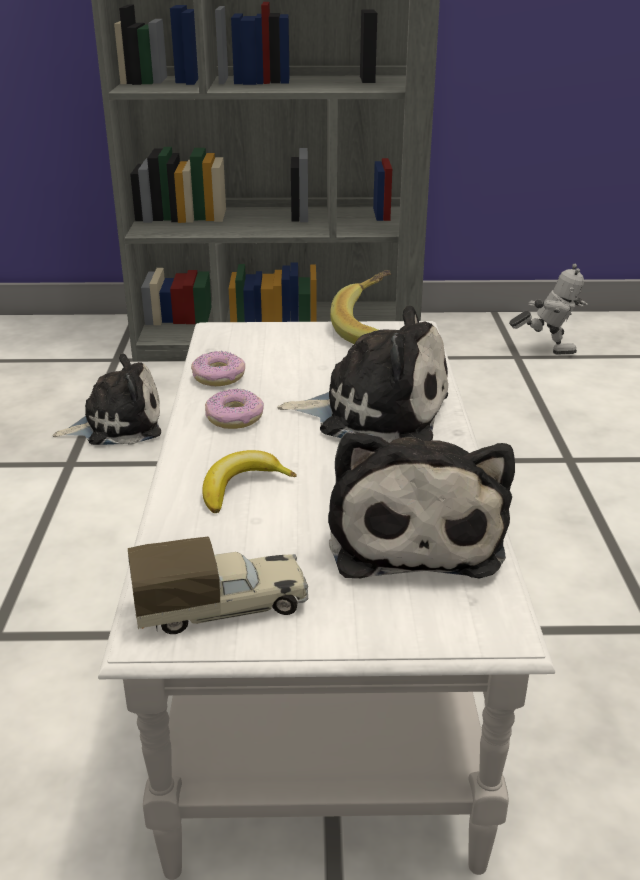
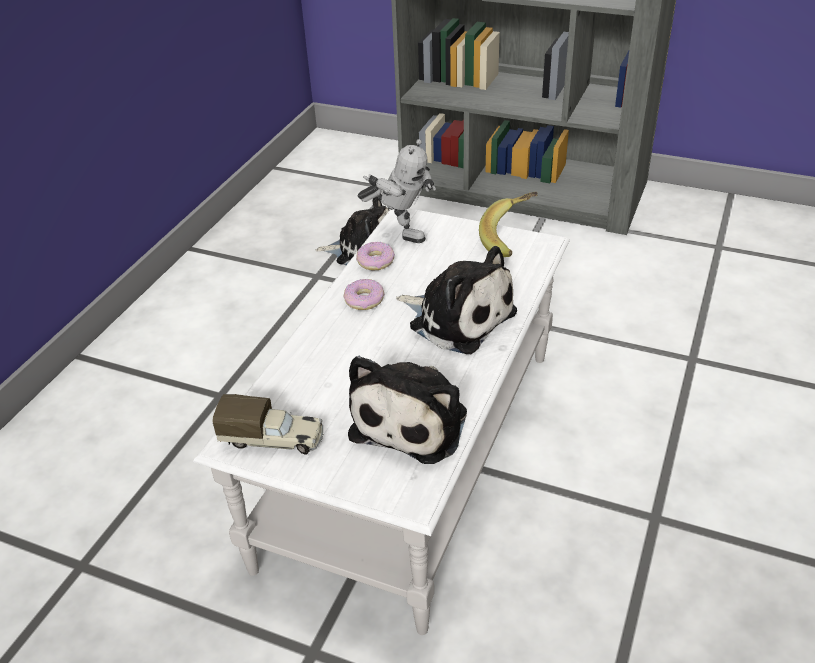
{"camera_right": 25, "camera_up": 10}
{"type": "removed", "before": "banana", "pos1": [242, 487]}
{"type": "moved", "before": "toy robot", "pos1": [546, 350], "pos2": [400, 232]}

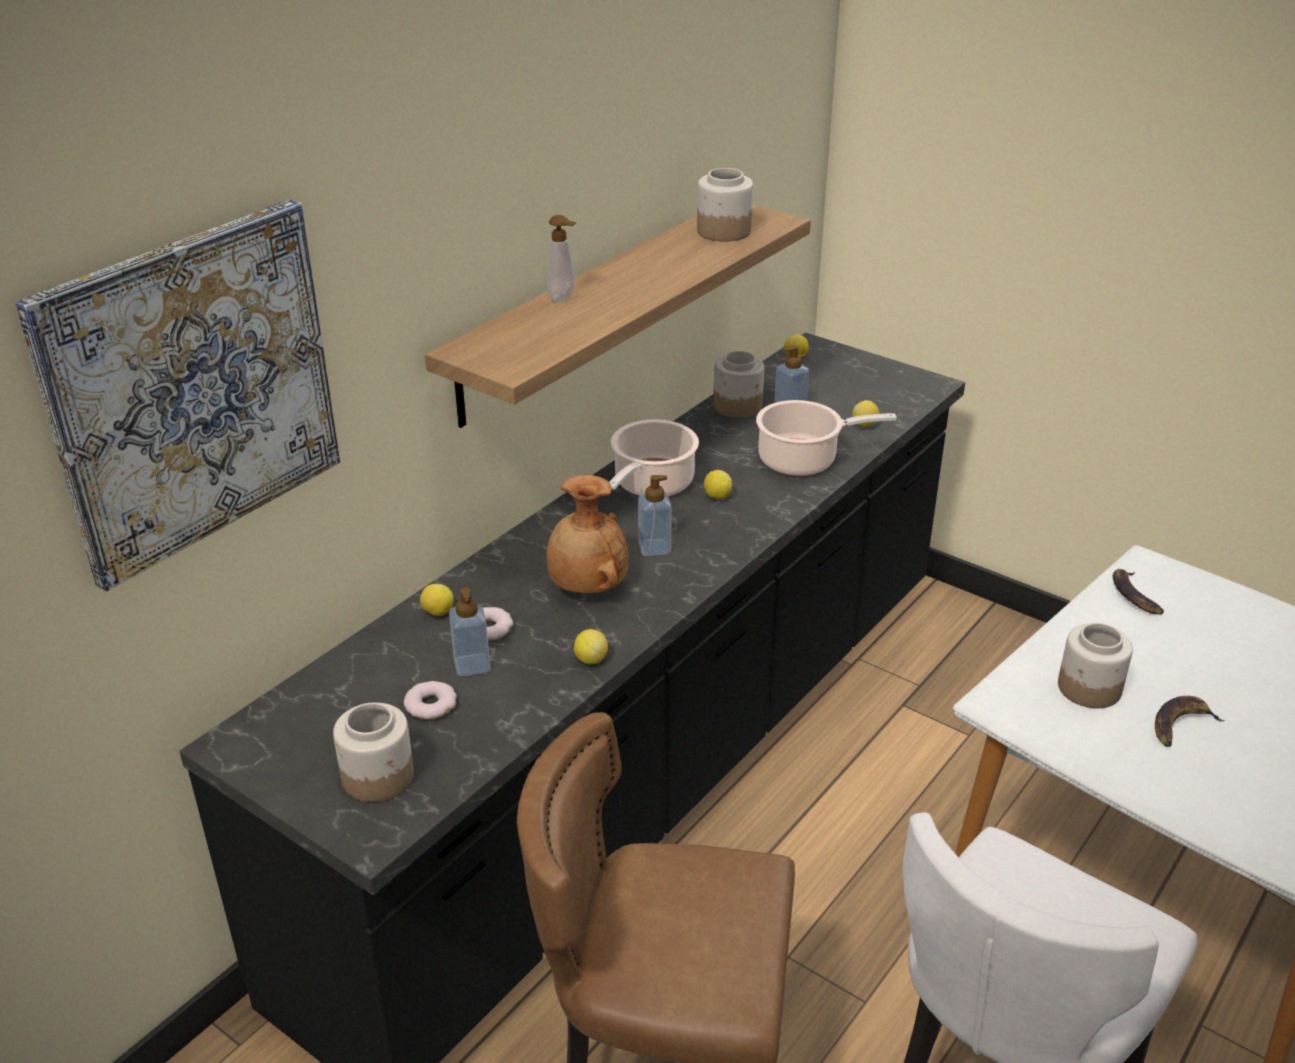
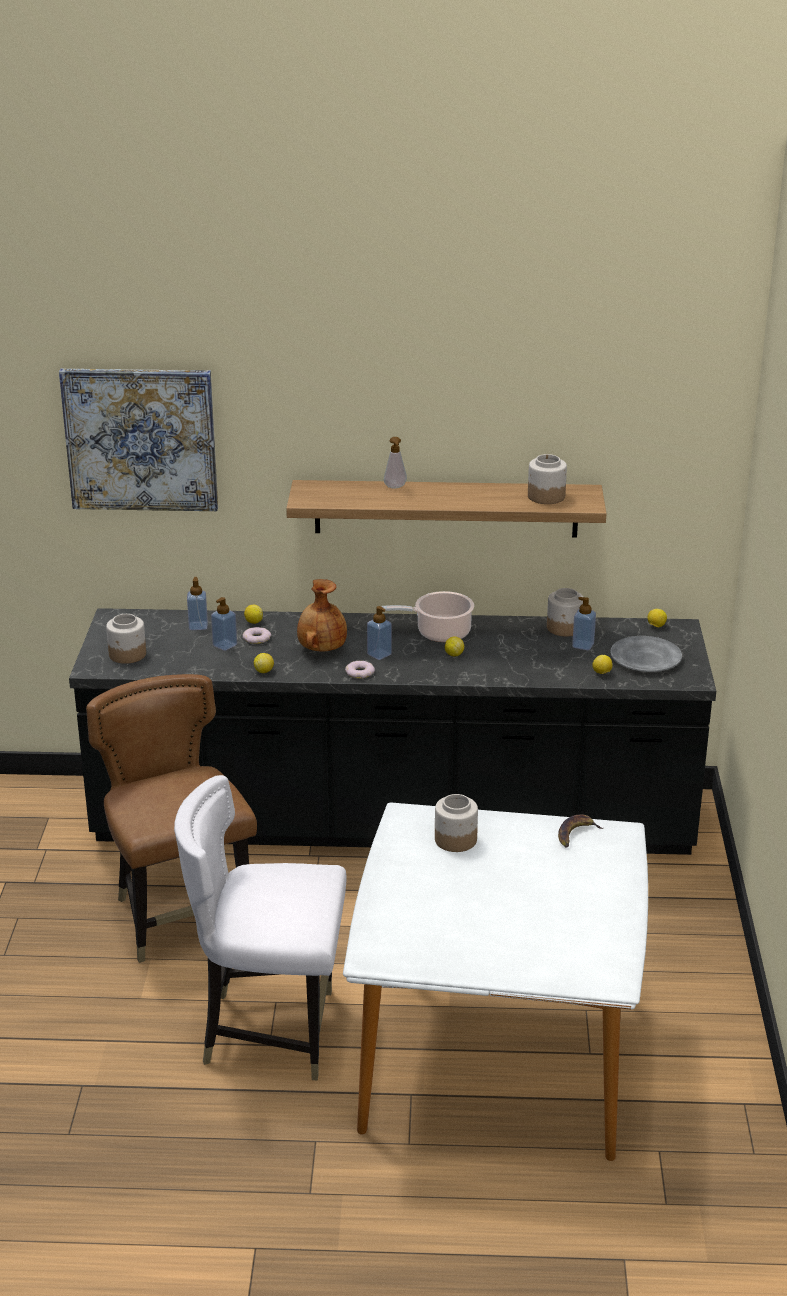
{"camera_right": 55, "camera_up": -5}
{"type": "moved", "before": "donut", "pos1": [431, 705], "pos2": [360, 672]}
{"type": "removed", "before": "cooking pot", "pos1": [803, 460]}
{"type": "removed", "before": "banana", "pos1": [1180, 725]}
{"type": "added", "after": "soap dispenser", "pos2": [198, 626]}
{"type": "added", "after": "grey plate", "pos2": [645, 658]}

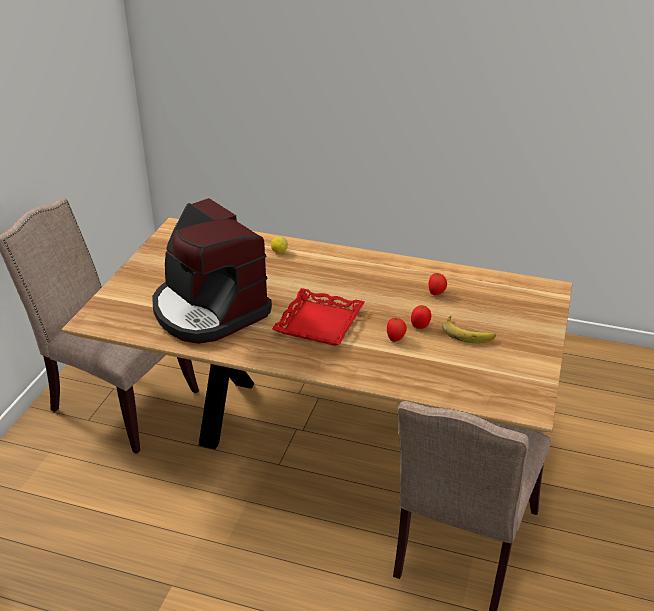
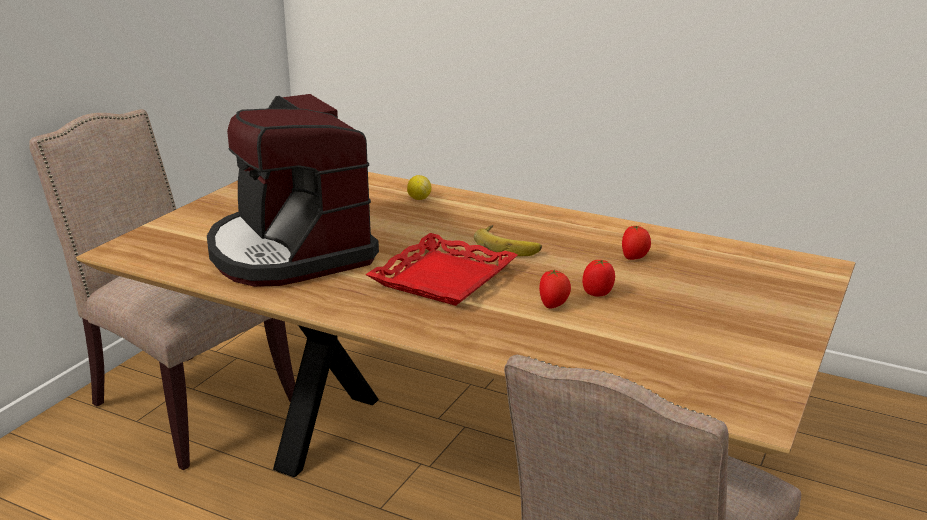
{"camera_right": 10, "camera_up": -10}
{"type": "moved", "before": "banana", "pos1": [468, 332], "pos2": [508, 245]}

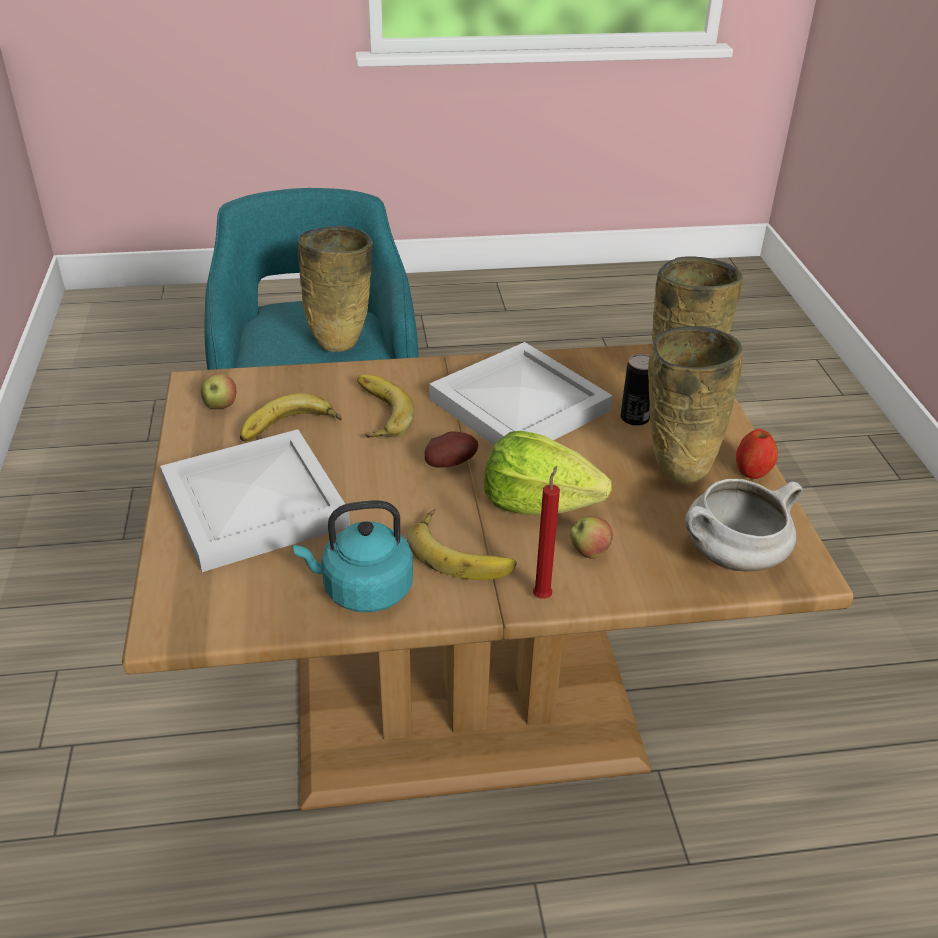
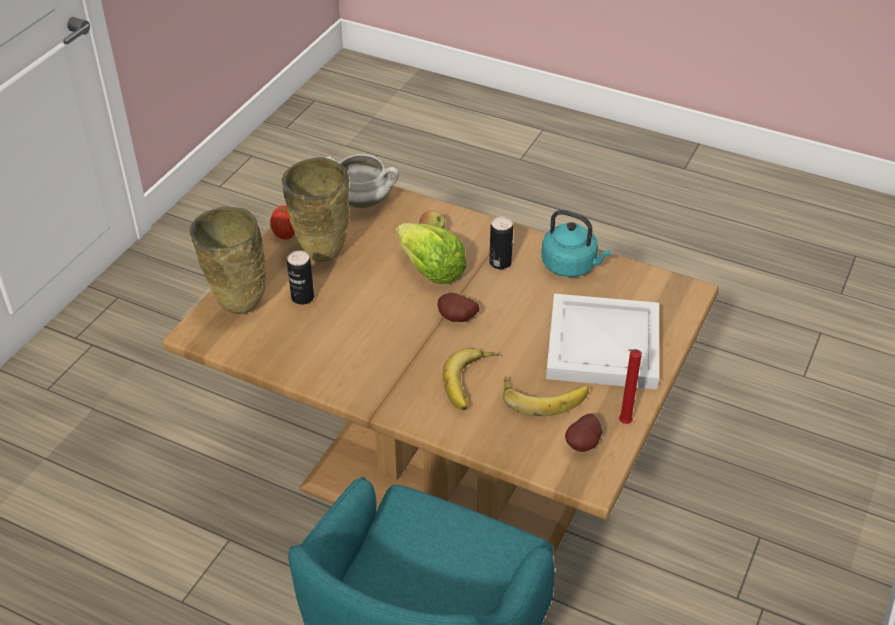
{"camera_right": -145, "camera_up": 5}
{"type": "replaced", "before": "apple", "after": "potato", "pos1": [220, 406], "pos2": [584, 444]}
{"type": "removed", "before": "beige vase", "pos1": [342, 342]}
{"type": "replaced", "before": "banana", "after": "can", "pos1": [462, 551], "pos2": [500, 263]}
{"type": "removed", "before": "white tray", "pos1": [522, 405]}
{"type": "moved", "before": "red candle", "pos1": [543, 595], "pos2": [623, 423]}

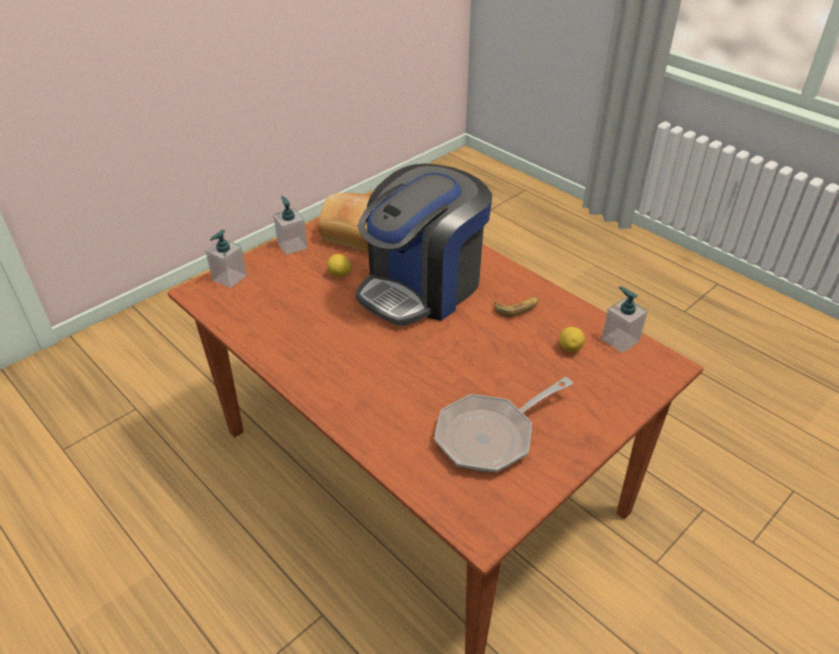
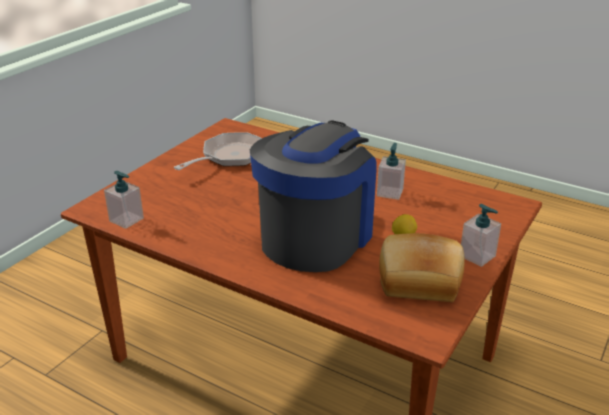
{"camera_right": 165, "camera_up": -10}
{"type": "moved", "before": "soap dispenser", "pos1": [229, 278], "pos2": [390, 192]}
{"type": "removed", "before": "banana", "pos1": [517, 308]}
{"type": "removed", "before": "lemon", "pos1": [570, 348]}

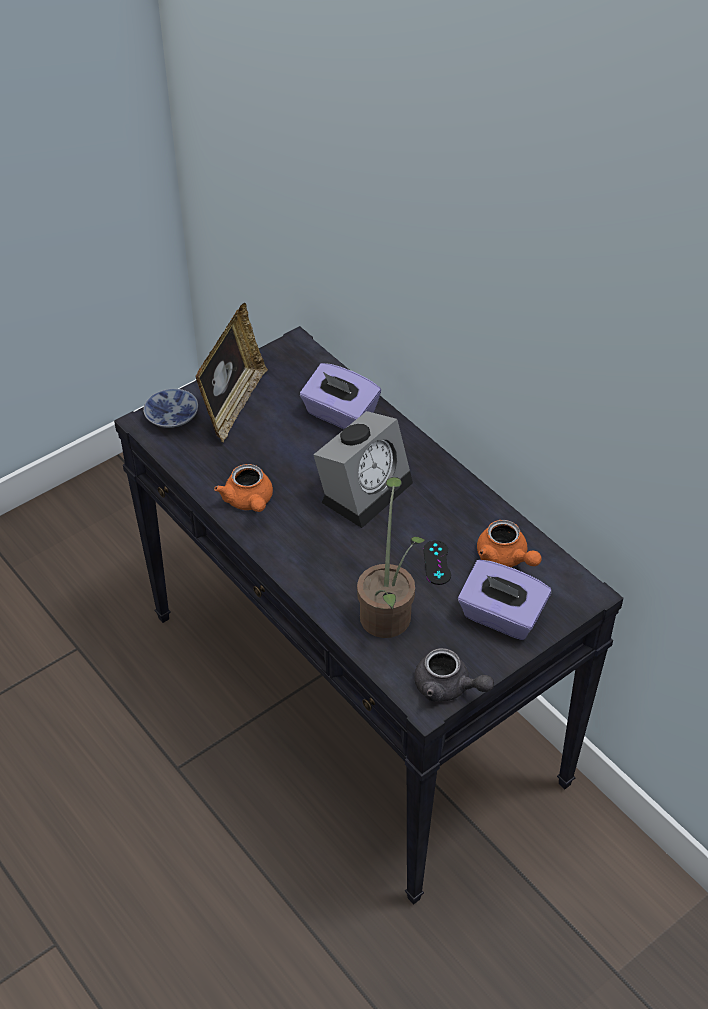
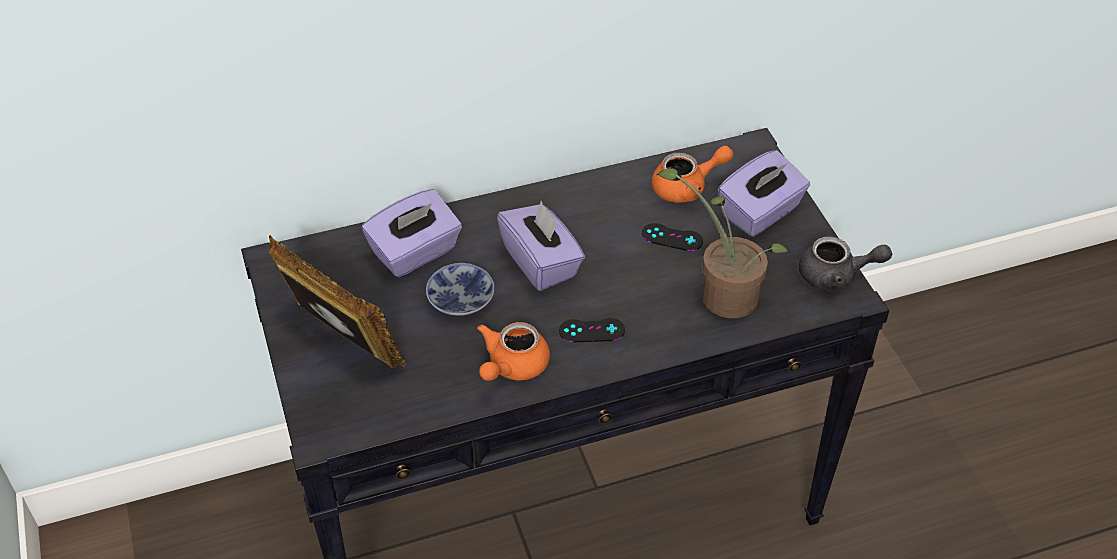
{"camera_right": -70, "camera_up": 0}
{"type": "moved", "before": "bowl", "pos1": [173, 415], "pos2": [459, 298]}
{"type": "turned", "before": "orange teapot", "pos1": [249, 502], "pos2": [512, 366], "turn": 120}
{"type": "replaced", "before": "alarm clock", "after": "purple tissue box", "pos1": [365, 488], "pos2": [541, 263]}
{"type": "turned", "before": "grey teapot", "pos1": [448, 688], "pos2": [836, 276], "turn": 45}
{"type": "added", "after": "black game controller", "pos2": [591, 330]}

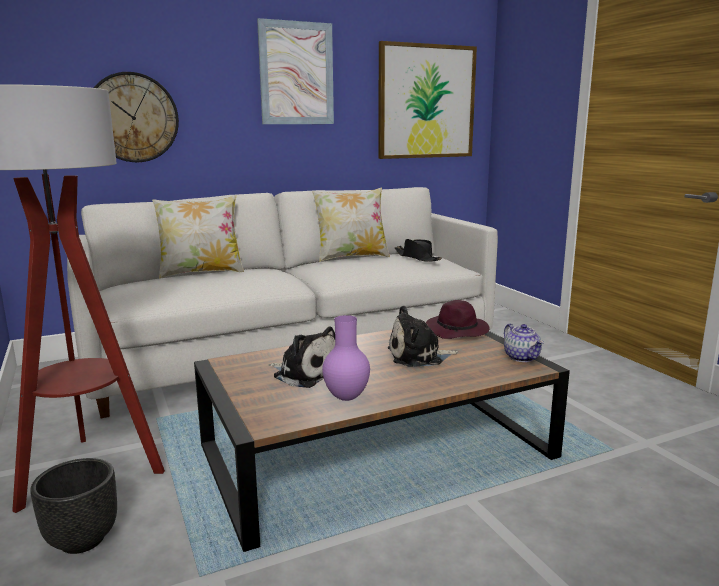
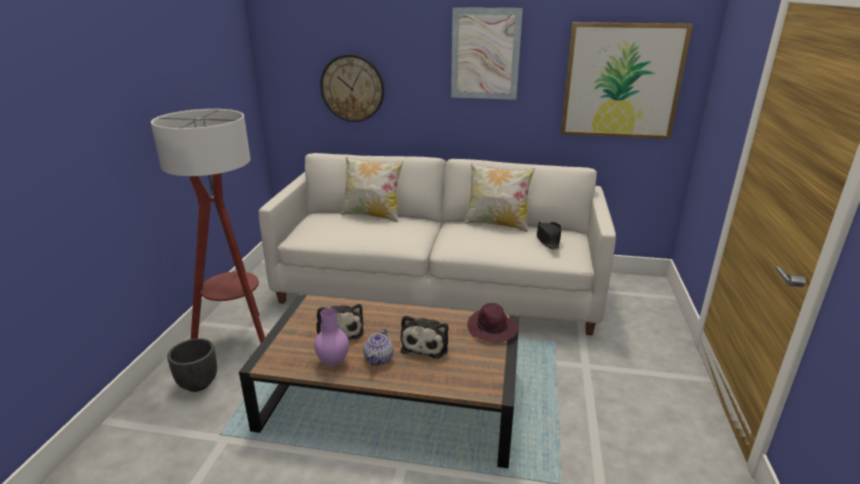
{"camera_right": 35, "camera_up": 10}
{"type": "turned", "before": "plush toy", "pos1": [418, 356], "pos2": [426, 344], "turn": -105}
{"type": "moved", "before": "teapot", "pos1": [522, 357], "pos2": [379, 359]}

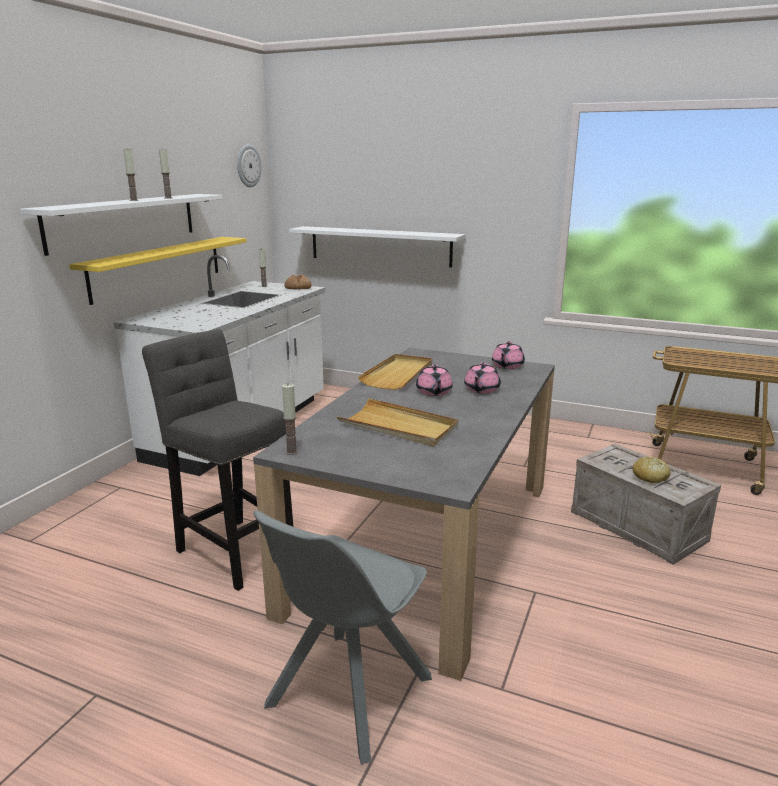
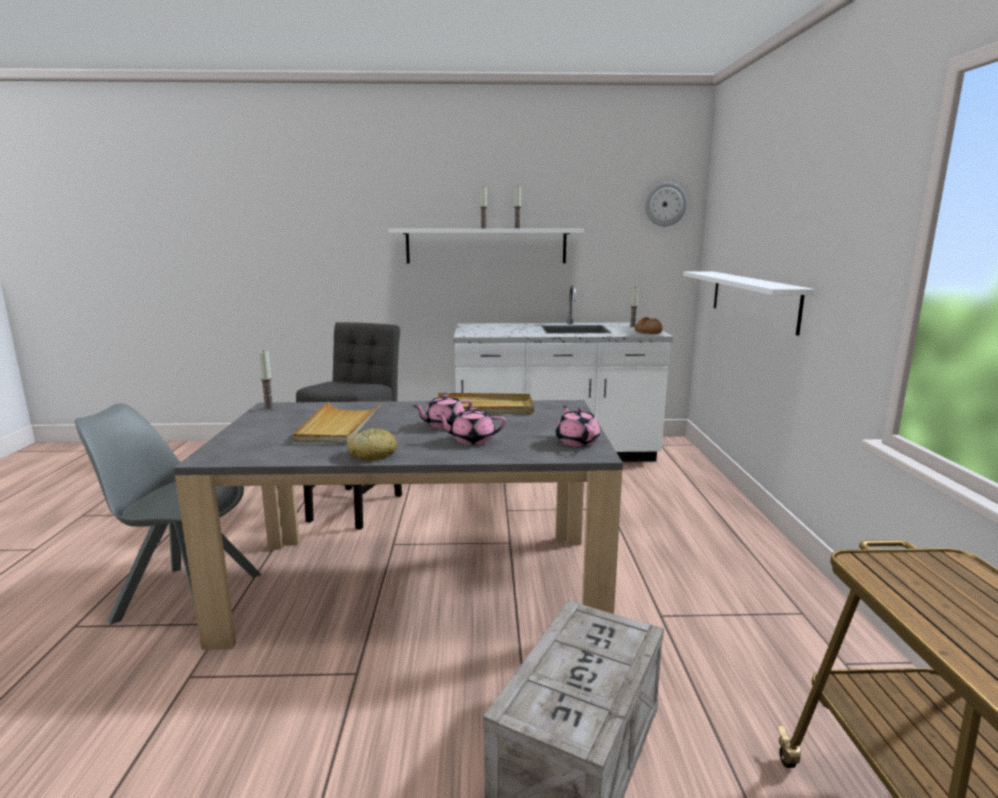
{"camera_right": 65, "camera_up": -5}
{"type": "removed", "before": "yellow shelf", "pos1": [158, 267]}
{"type": "turned", "before": "pink teapot", "pos1": [507, 366], "pos2": [577, 441], "turn": 75}
{"type": "moved", "before": "bread", "pos1": [650, 477], "pos2": [372, 454]}

